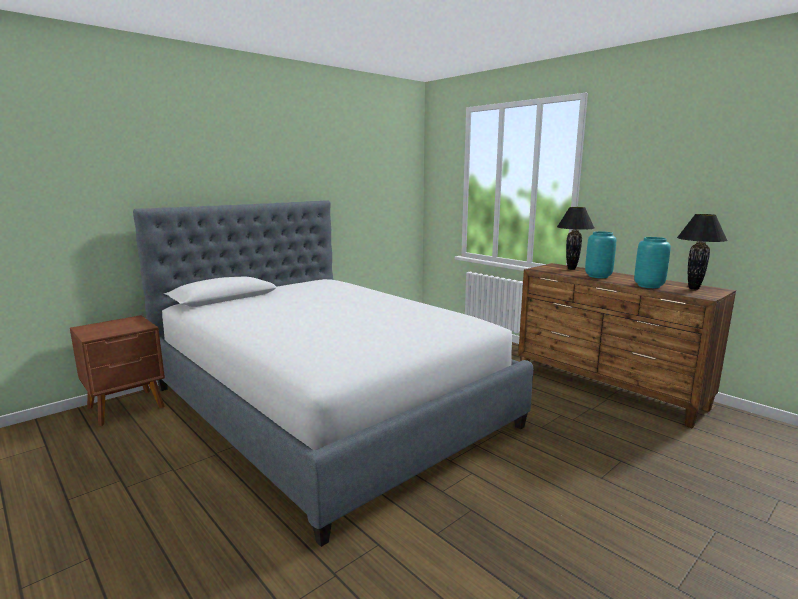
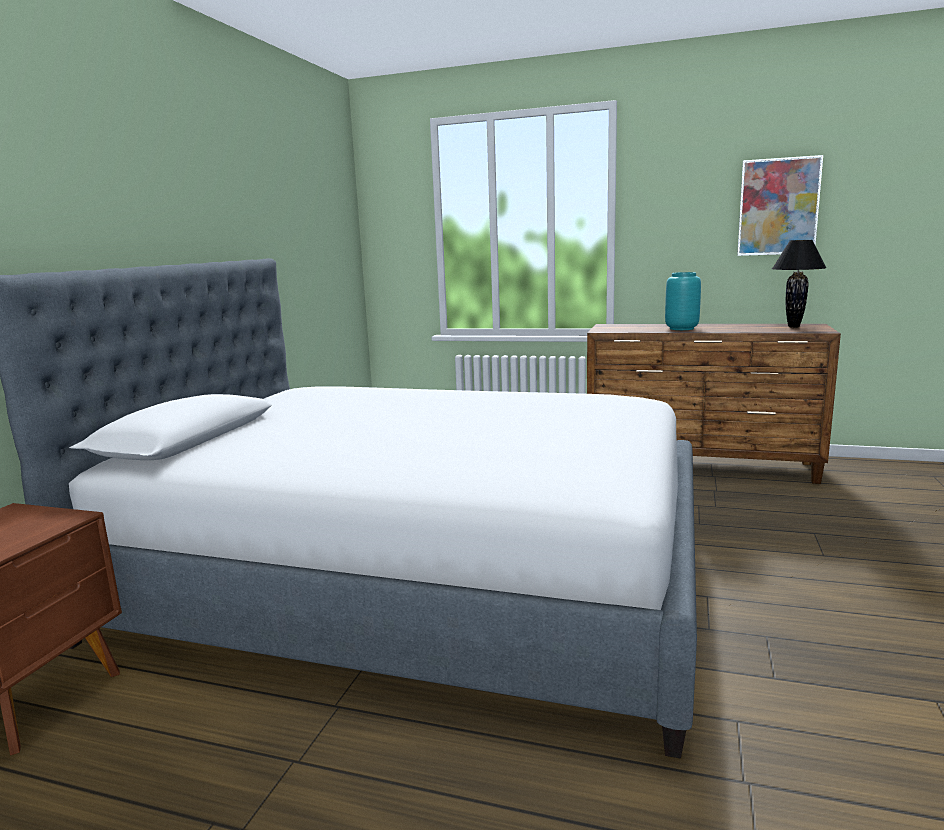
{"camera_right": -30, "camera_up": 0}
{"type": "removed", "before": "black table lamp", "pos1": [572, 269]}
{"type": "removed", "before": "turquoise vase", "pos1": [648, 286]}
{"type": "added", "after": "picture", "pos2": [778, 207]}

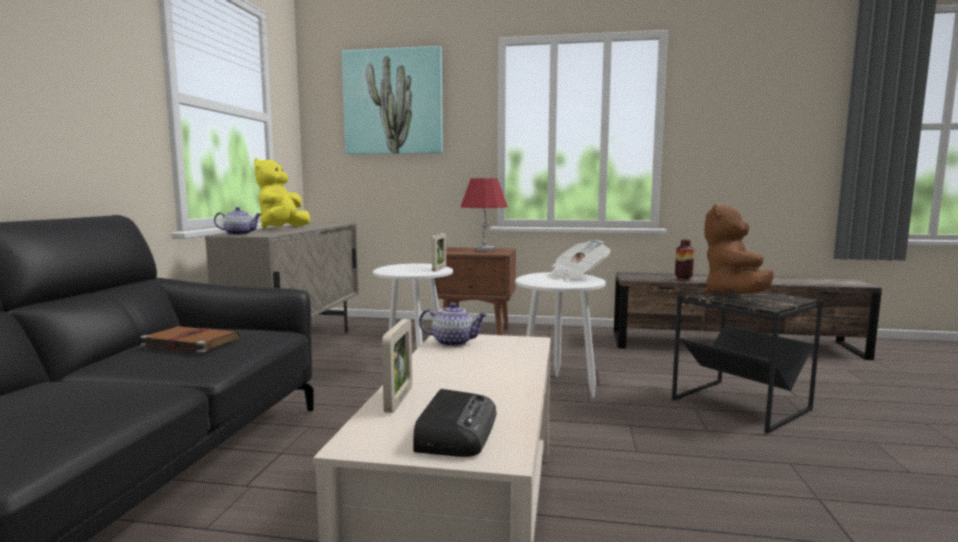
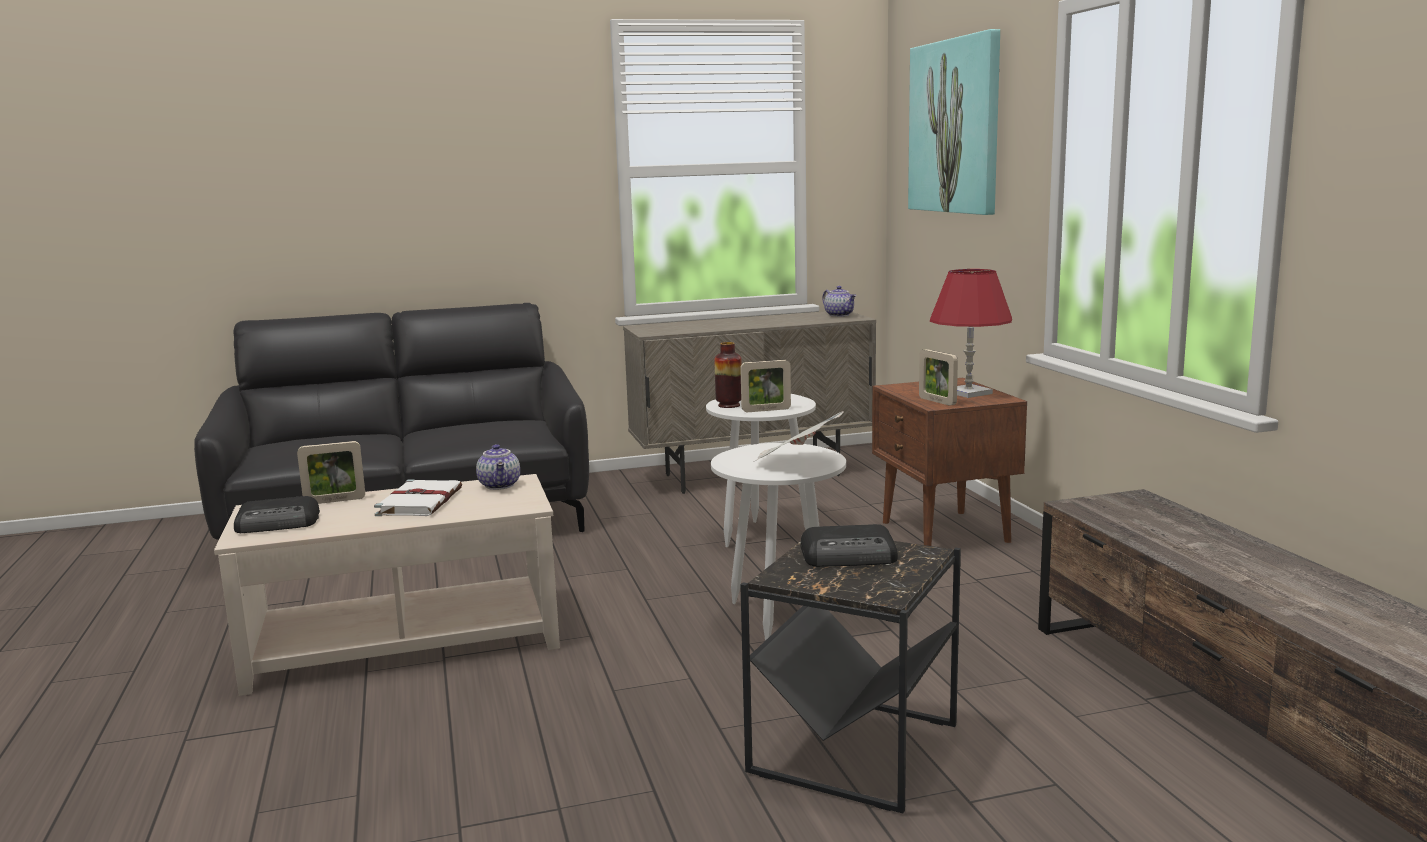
{"camera_right": 65, "camera_up": 5}
{"type": "removed", "before": "brown book", "pos1": [189, 342]}
{"type": "moved", "before": "teapot", "pos1": [239, 234], "pos2": [840, 315]}
{"type": "removed", "before": "yellow plush toy", "pos1": [282, 228]}
{"type": "moved", "before": "vase", "pos1": [683, 279], "pos2": [729, 405]}
{"type": "replaced", "before": "brown plush toy", "after": "radio", "pos1": [734, 296], "pos2": [850, 556]}
{"type": "added", "after": "white book", "pos2": [420, 501]}
{"type": "added", "after": "picture frame", "pos2": [937, 401]}

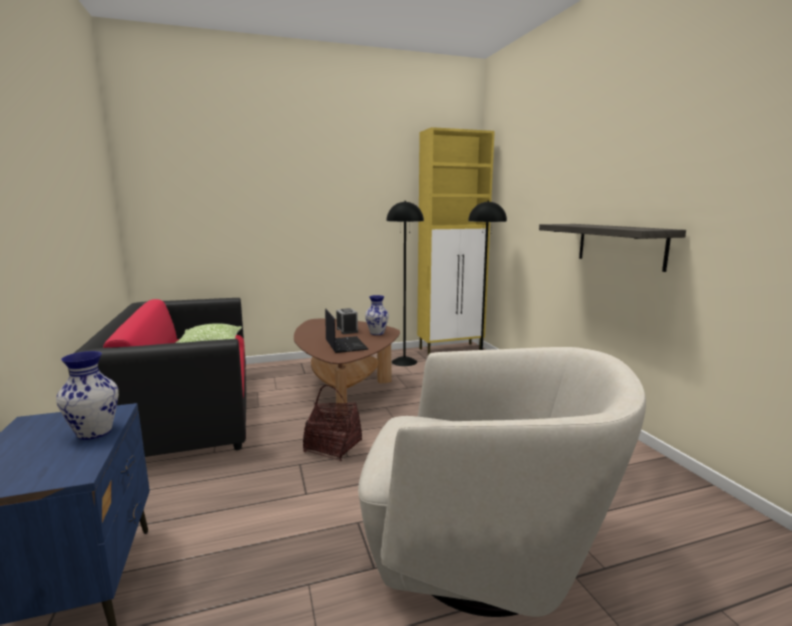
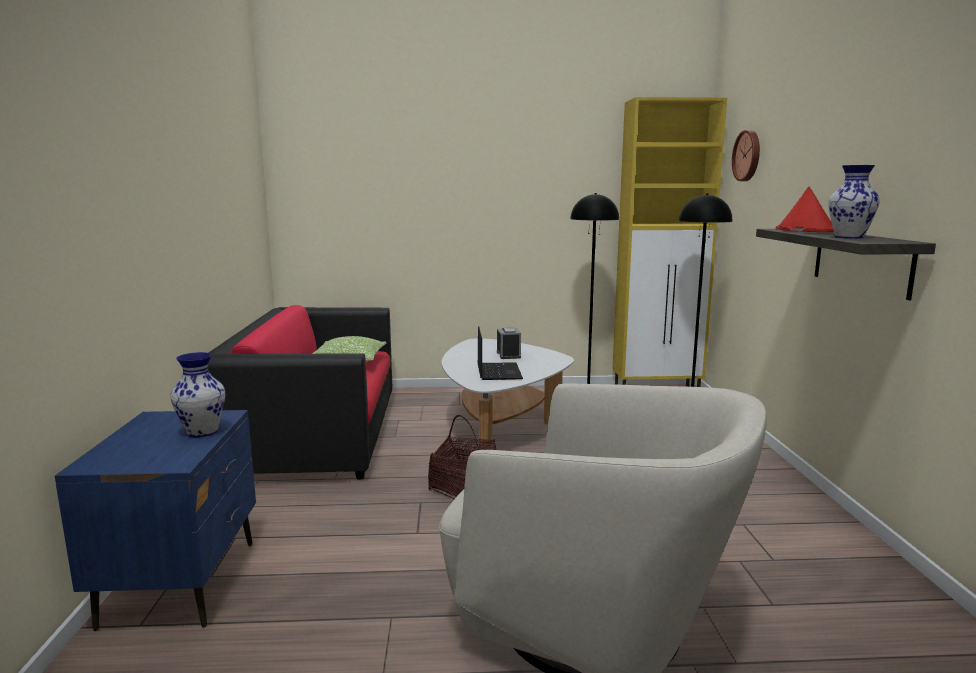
{"camera_right": 15, "camera_up": 0}
{"type": "recoloured", "before": "brown coffee table", "after": "white coffee table", "pos1": [344, 387], "pos2": [500, 425]}
{"type": "moved", "before": "vase", "pos1": [376, 333], "pos2": [848, 237]}
{"type": "added", "after": "wall clock", "pos2": [748, 156]}
{"type": "added", "after": "red hat", "pos2": [805, 231]}

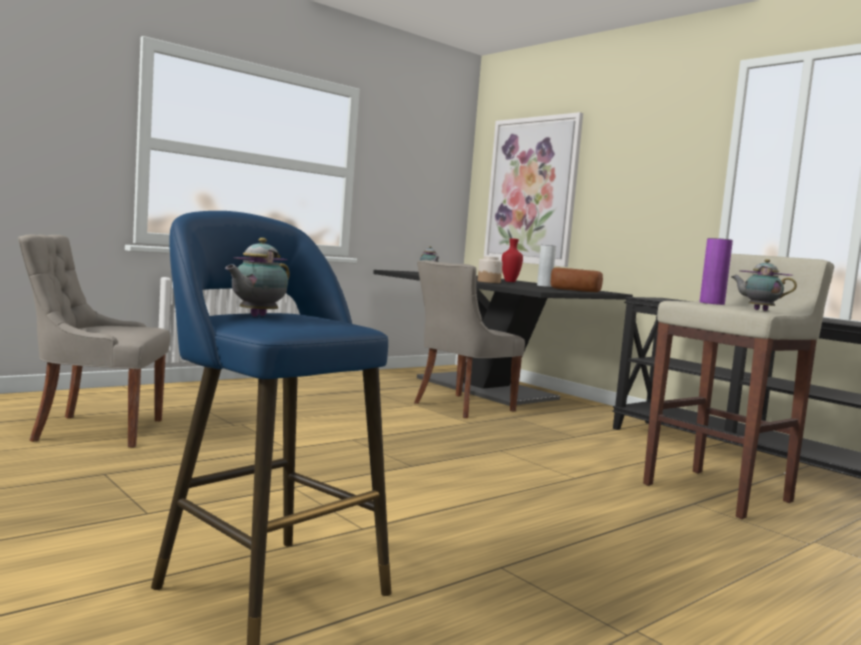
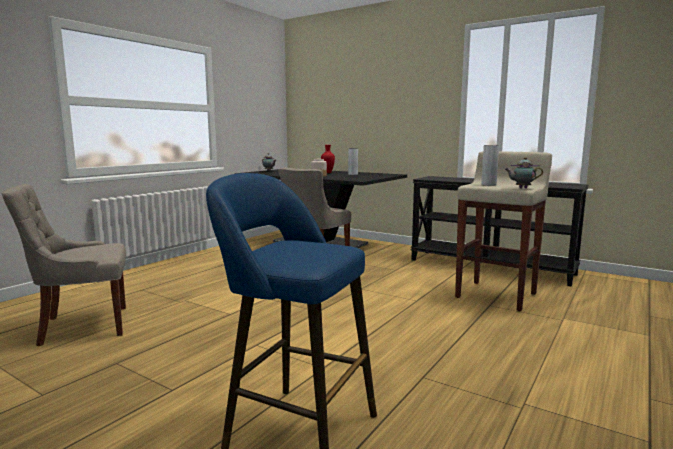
{"camera_right": -15, "camera_up": 5}
{"type": "removed", "before": "teapot", "pos1": [255, 316]}
{"type": "removed", "before": "picture", "pos1": [532, 191]}
{"type": "removed", "before": "bread", "pos1": [574, 290]}
{"type": "recoloured", "before": "purple vase", "after": "grey vase", "pos1": [712, 303], "pos2": [488, 185]}

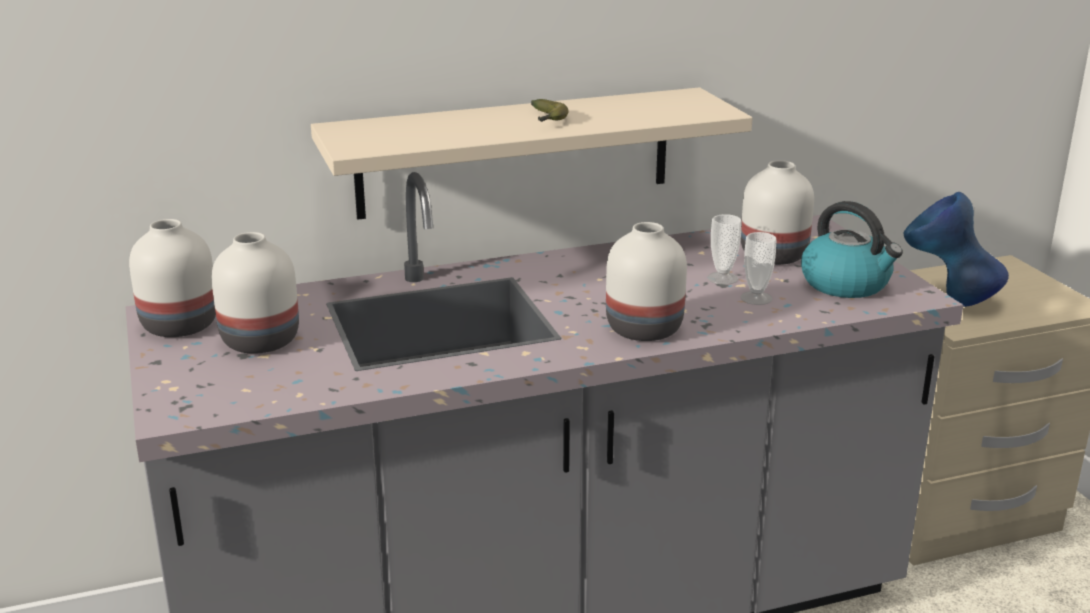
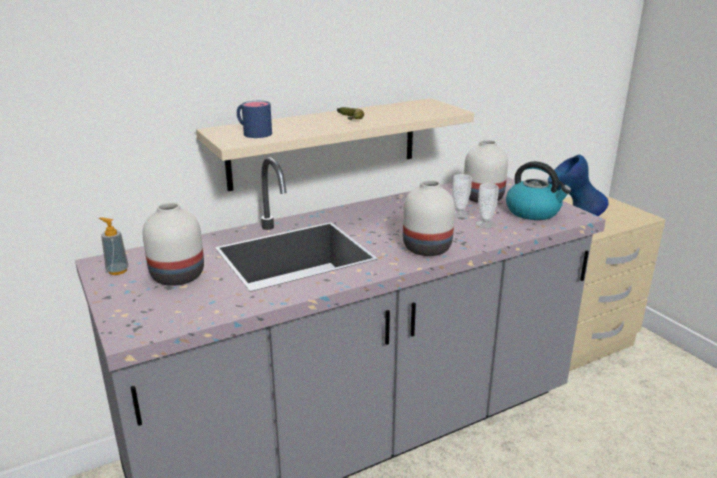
{"camera_right": -10, "camera_up": 0}
{"type": "replaced", "before": "white vase", "after": "soap dispenser", "pos1": [179, 326], "pos2": [117, 271]}
{"type": "added", "after": "blue mug", "pos2": [253, 133]}

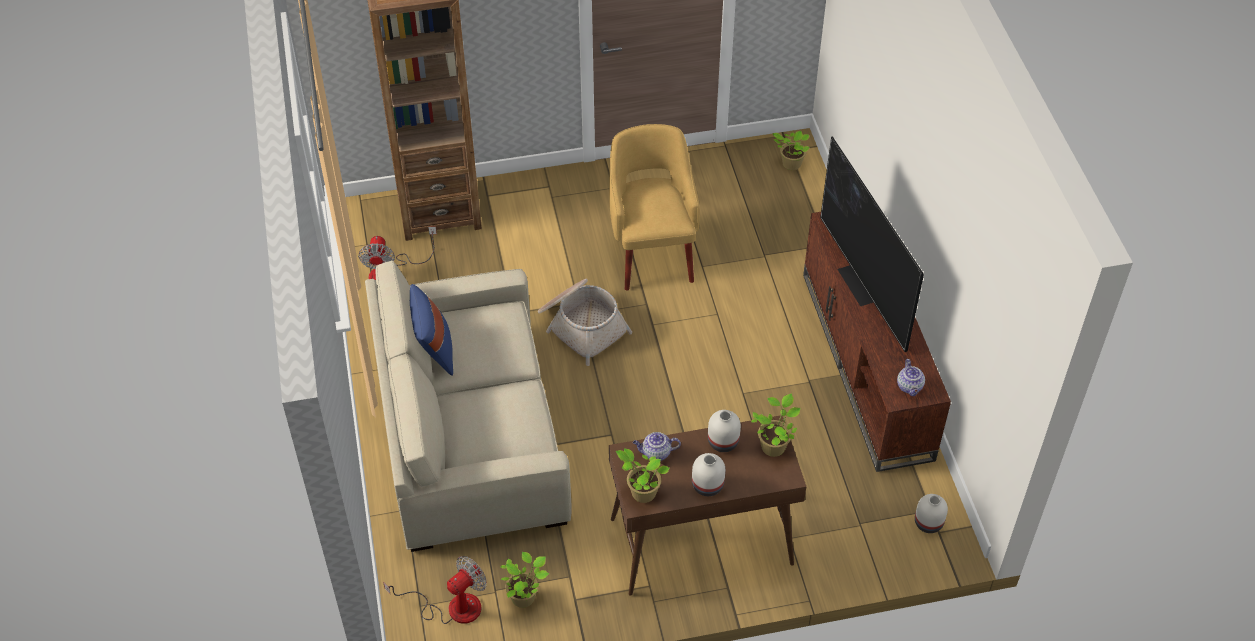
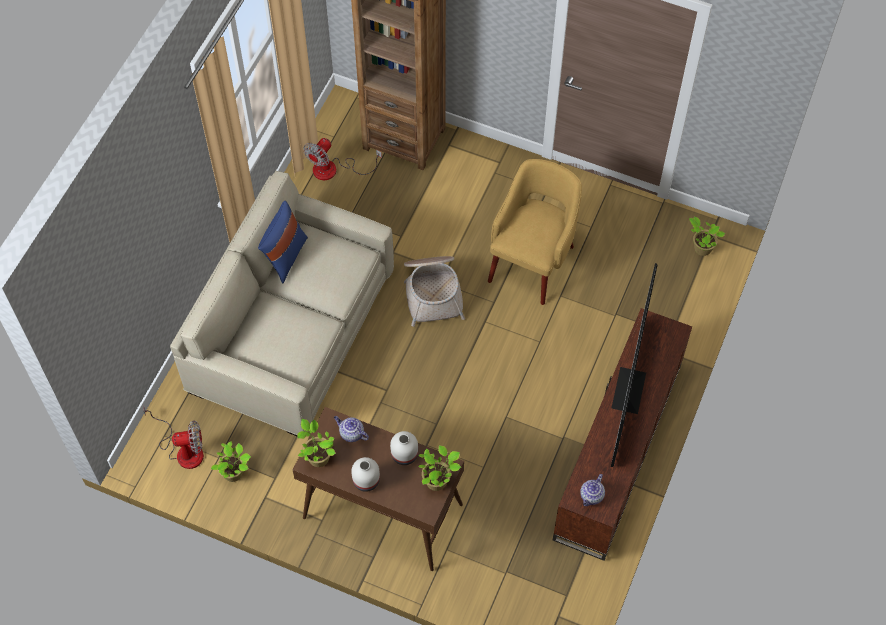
{"camera_right": 35, "camera_up": 10}
{"type": "removed", "before": "white vase", "pos1": [928, 522]}

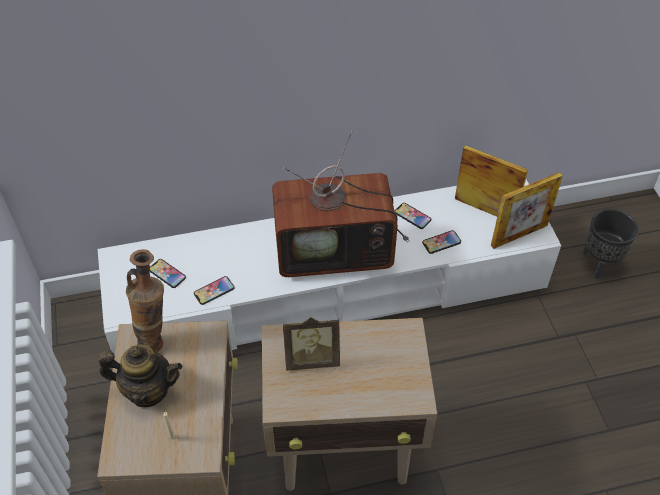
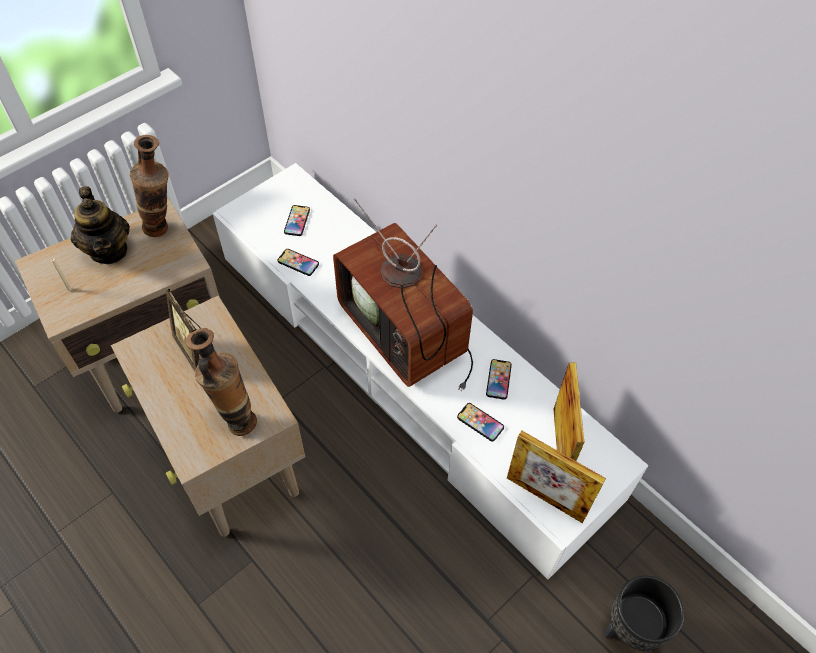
{"camera_right": 60, "camera_up": 5}
{"type": "added", "after": "vase", "pos2": [235, 418]}

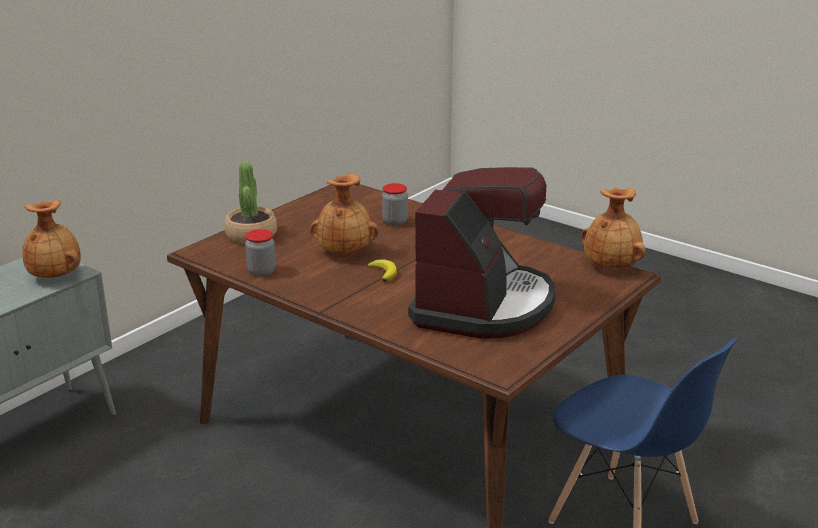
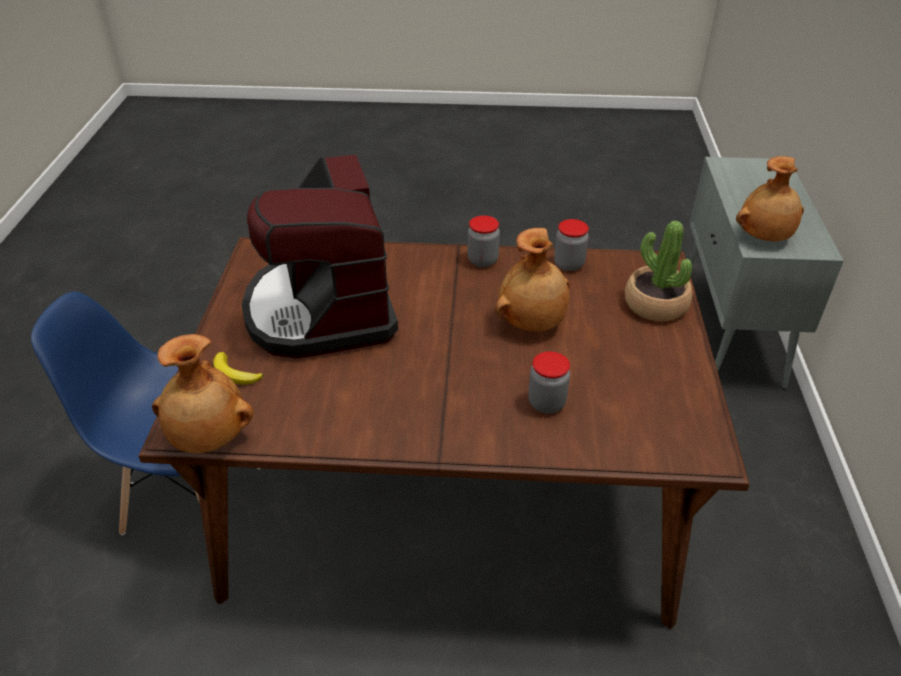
{"camera_right": 145, "camera_up": 15}
{"type": "moved", "before": "banana", "pos1": [384, 273], "pos2": [235, 374]}
{"type": "added", "after": "jar", "pos2": [482, 260]}

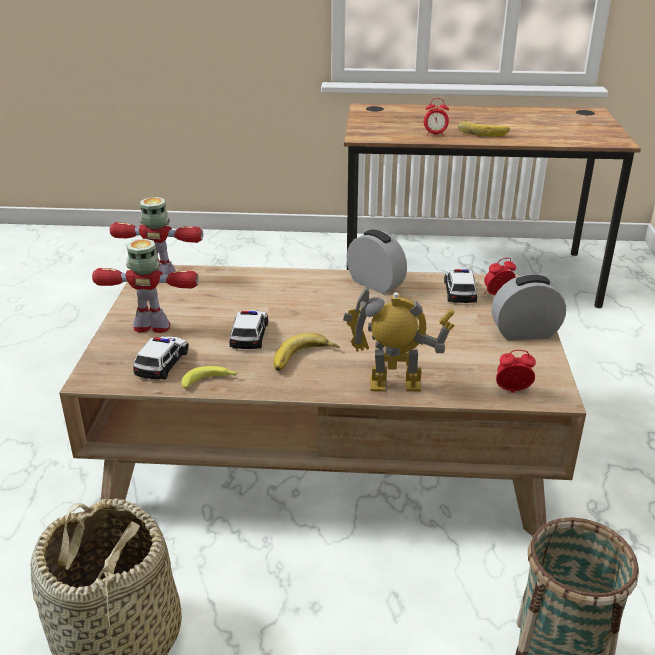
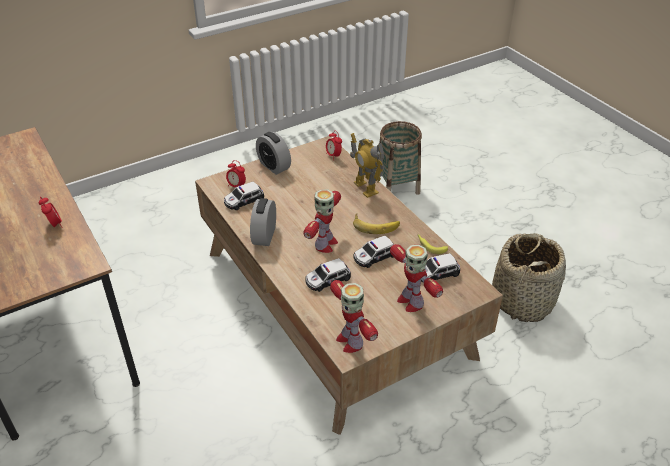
{"camera_right": -125, "camera_up": 10}
{"type": "removed", "before": "banana", "pos1": [483, 131]}
{"type": "added", "after": "toy robot", "pos2": [325, 244]}
{"type": "added", "after": "toy car", "pos2": [327, 279]}

